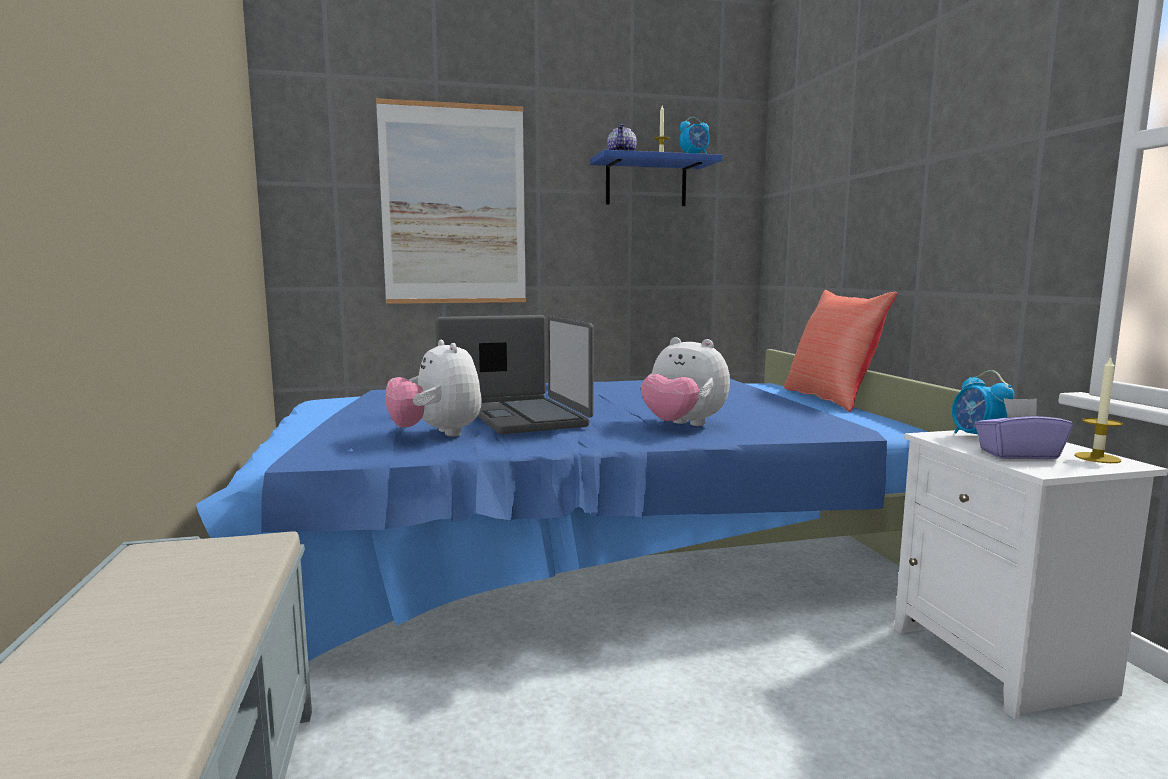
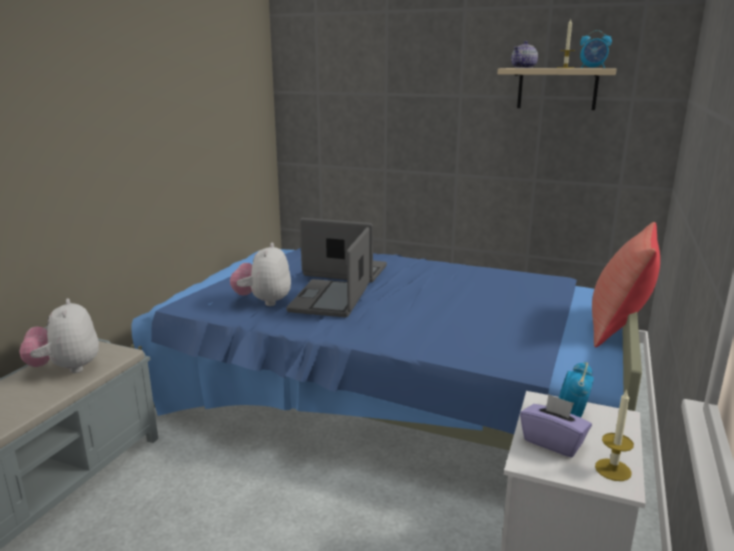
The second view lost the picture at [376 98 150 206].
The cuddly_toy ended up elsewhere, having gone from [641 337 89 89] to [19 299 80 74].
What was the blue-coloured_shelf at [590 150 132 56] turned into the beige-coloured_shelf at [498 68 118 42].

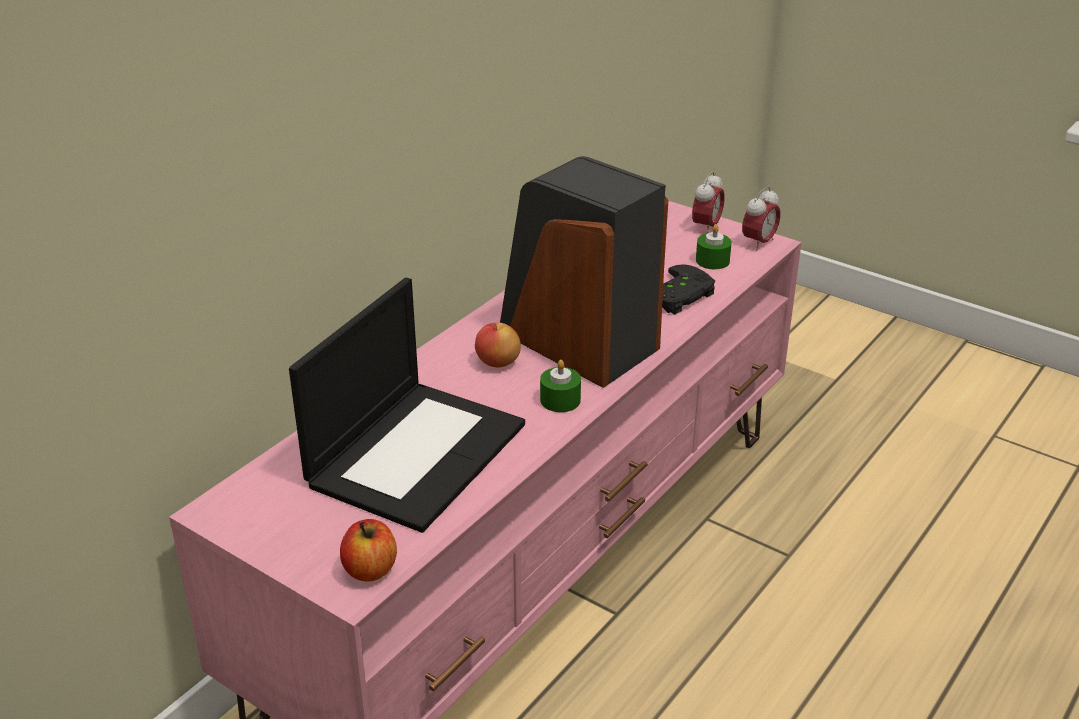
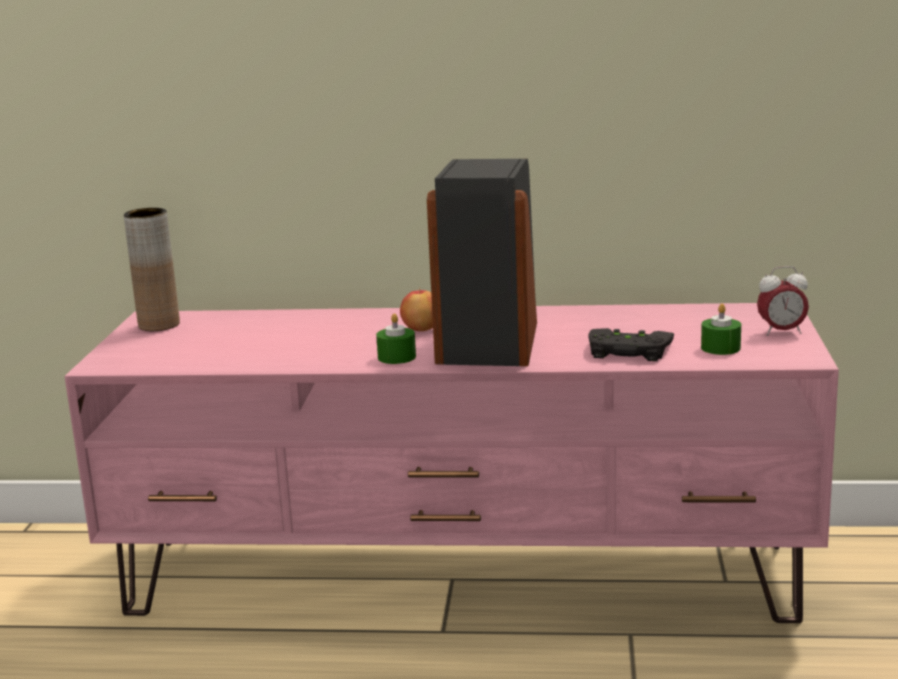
The second view lost the laptop at [289 277 236 256].
The second view lost the whole_apple at [340 519 57 62].
The second view lost the table_clock at [742 186 38 65].
The second view gained the brown_flower_vase at [124 208 56 123].

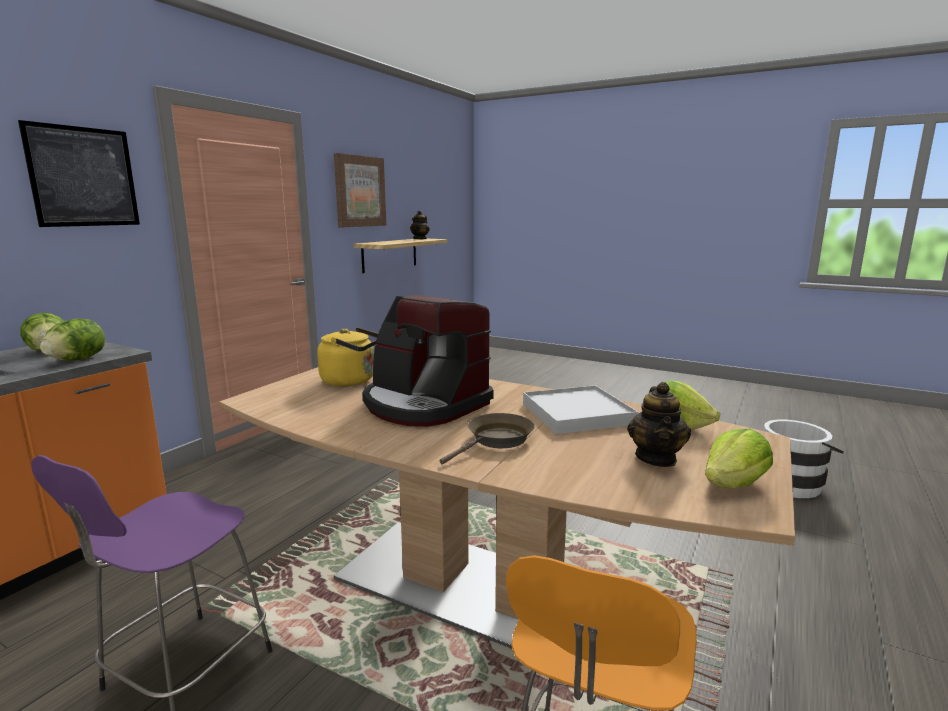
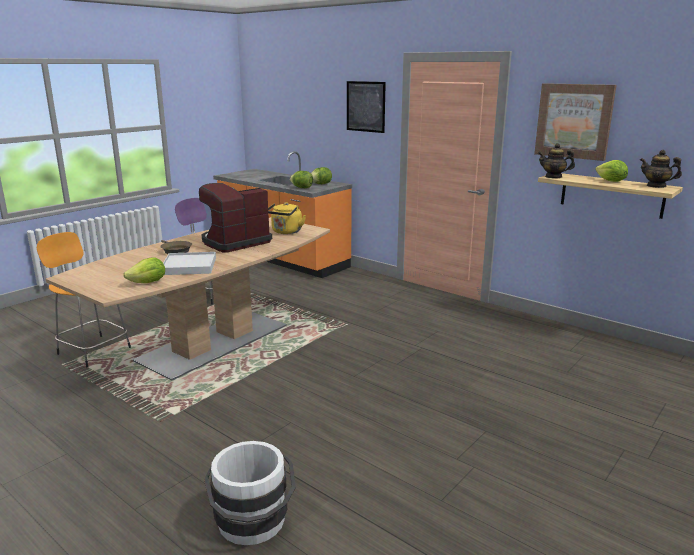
The tea_pot ended up elsewhere, having gone from [627 382 64 85] to [538 143 37 36].
The lettuce ended up elsewhere, having gone from [705 428 68 61] to [595 160 33 22].

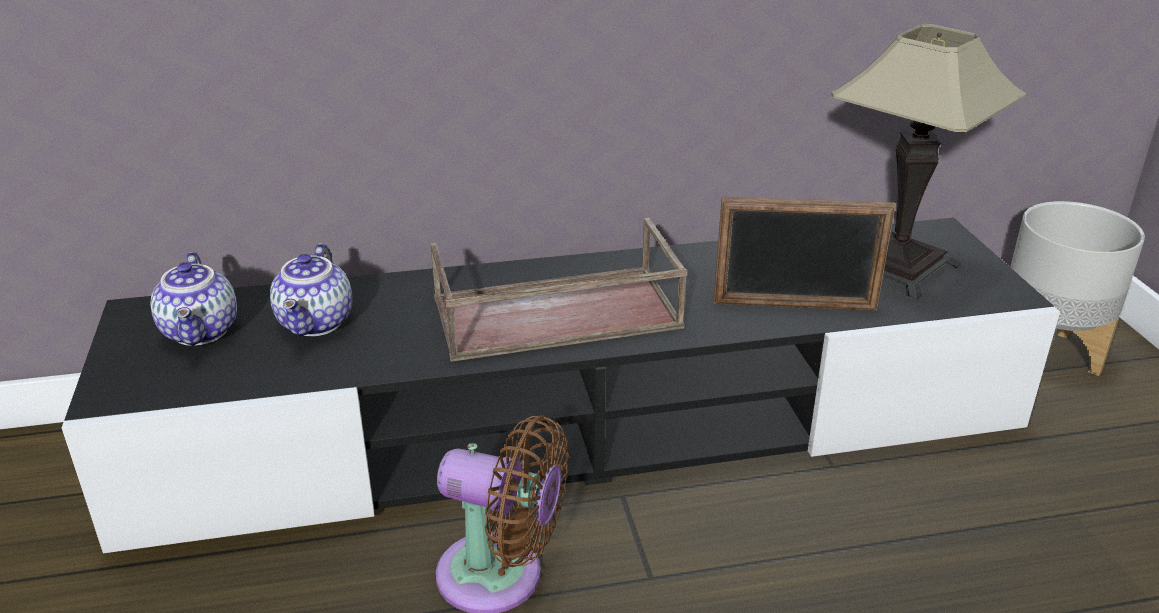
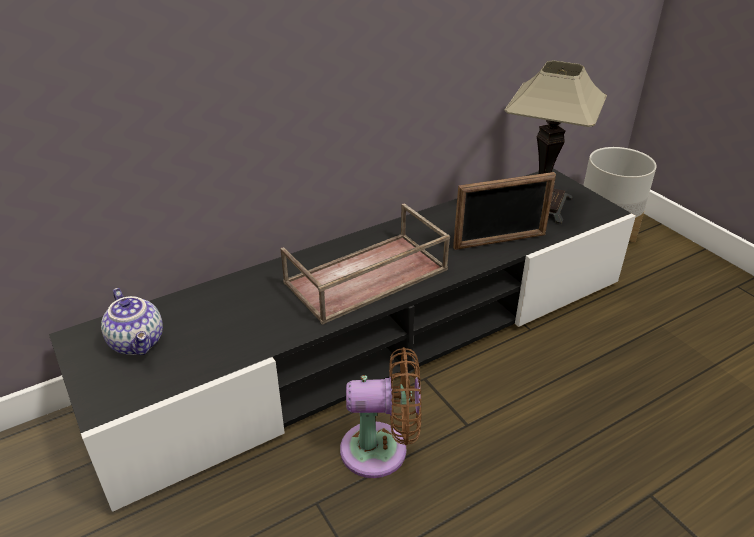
The second view lost the tea_pot at [270 243 82 94].

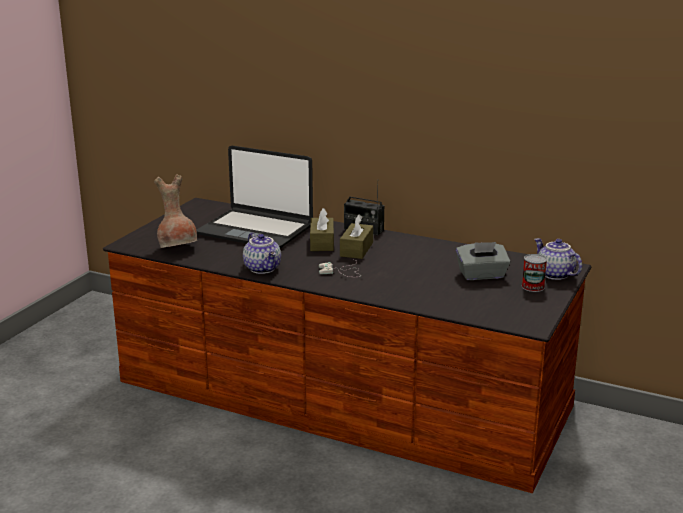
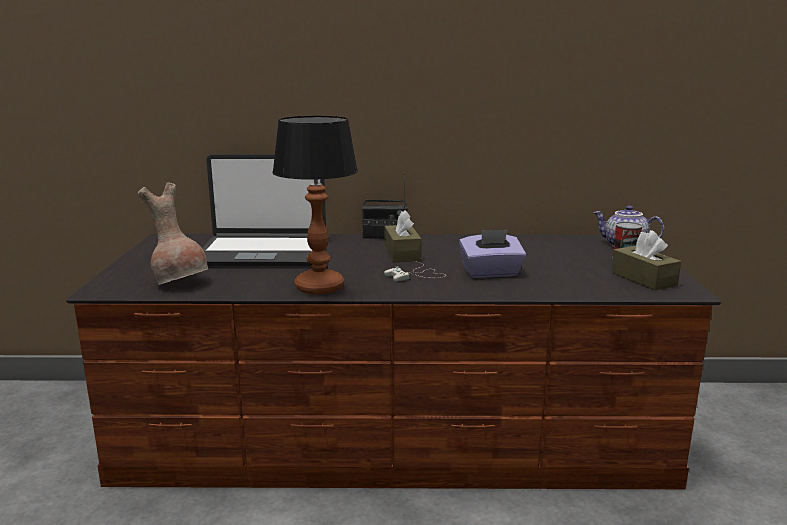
The second view lost the greyish_tissue_holder at [456 242 54 38].
The second view gained the purple_tissue_holder at [459 230 67 48].
The brown_tissue_holder ended up elsewhere, having gone from [310 208 24 43] to [611 230 70 61].
Where the tea_pot stood at [243 232 38 42], the lamp_for_a_table came to stand at [272 116 86 179].

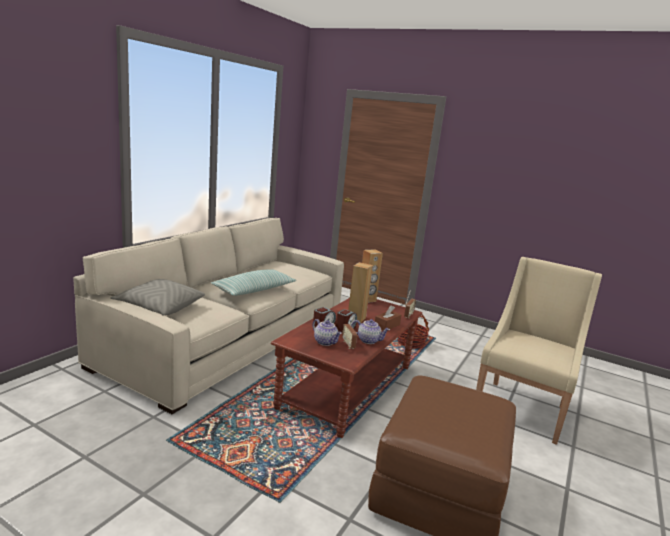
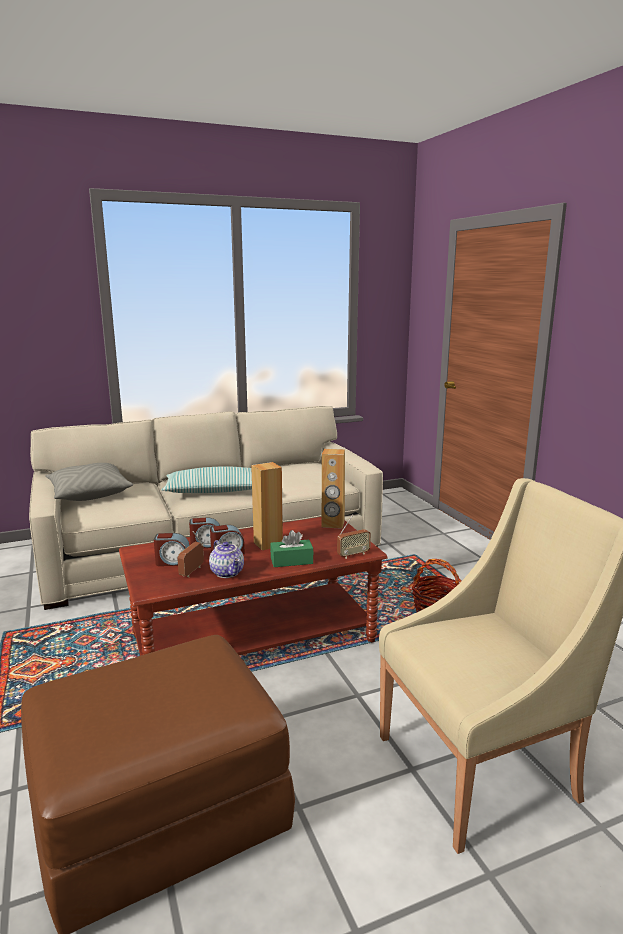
Where the tea_pot stood at [312 319 30 27], the table_clock came to stand at [154 533 36 33].
What was the brown_tissue_holder at [375 305 26 26] turned into the green_tissue_holder at [270 530 43 37].

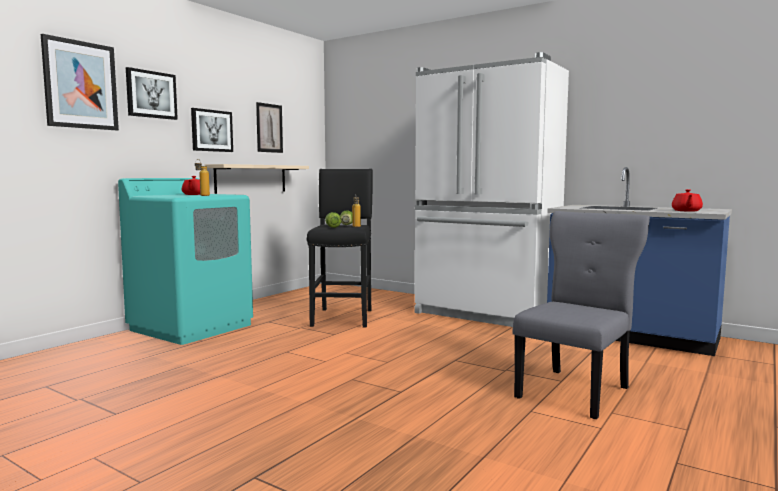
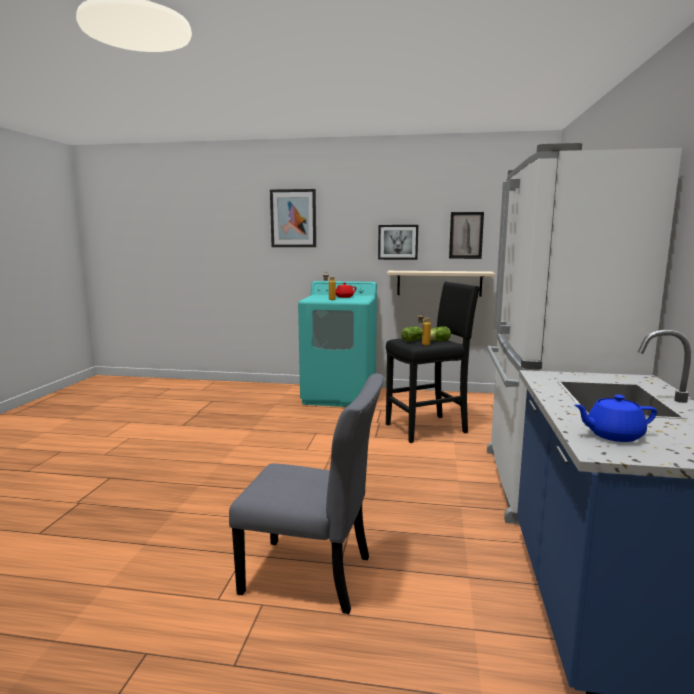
The second view lost the picture at [126 67 52 53].
What was the reddish_tea_pot at [672 189 31 22] turned into the blue-coloured_tea_pot at [574 395 83 47].

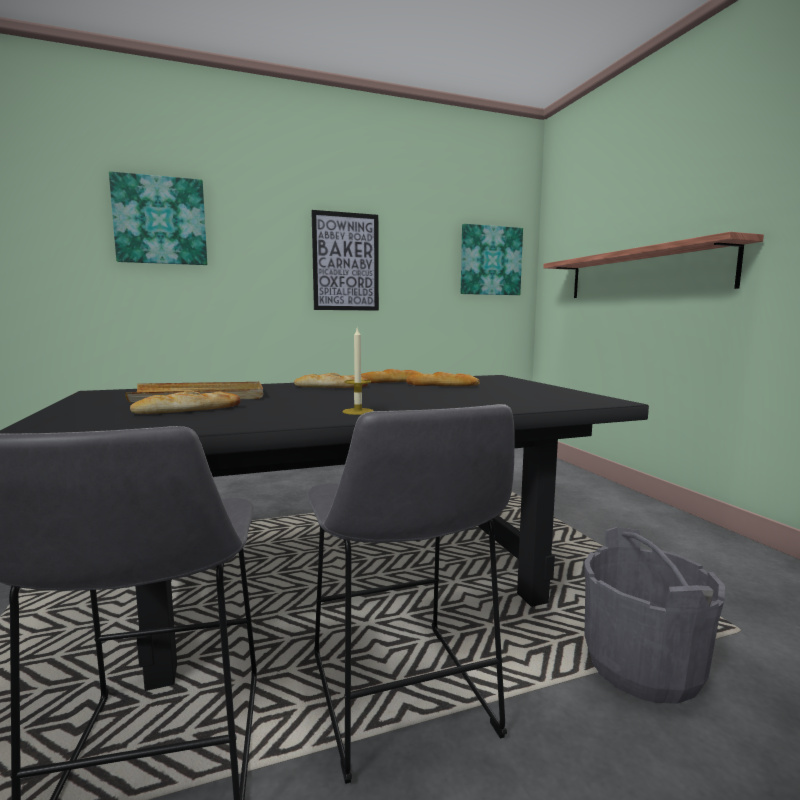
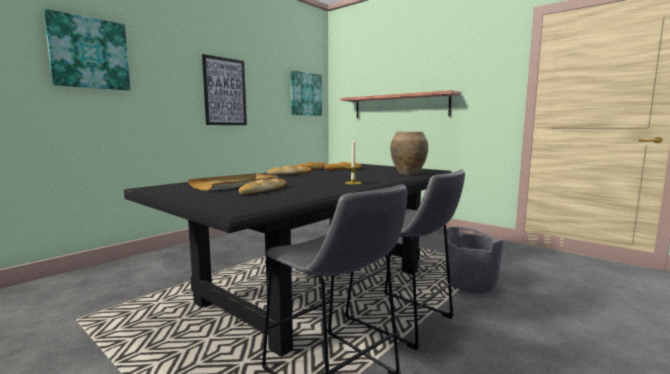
The second view gained the brown_flower_vase at [390 132 38 43].

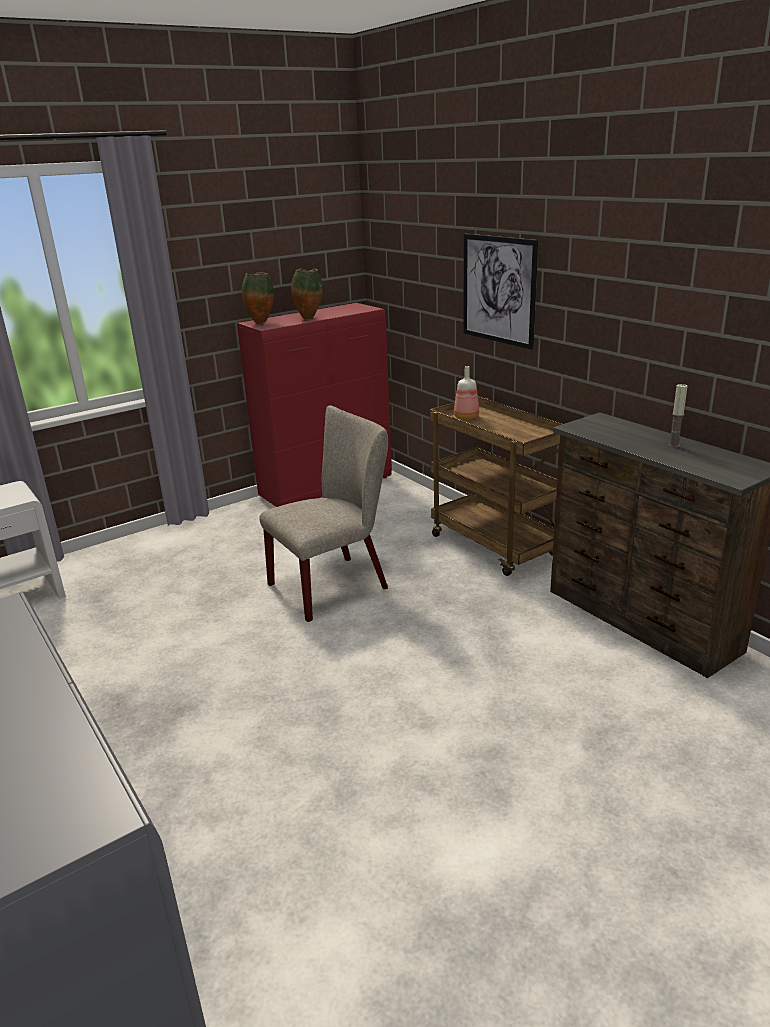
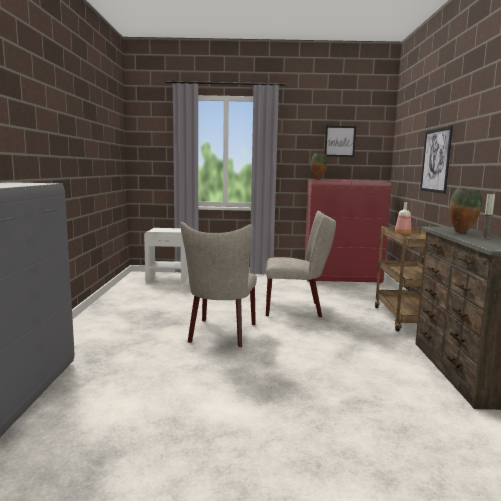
The second view gained the beige-coloured_chair at [181 222 76 125].
The second view gained the picture at [324 126 32 31].
The flower_vase ended up elsewhere, having gone from [291 268 32 51] to [449 187 33 46].

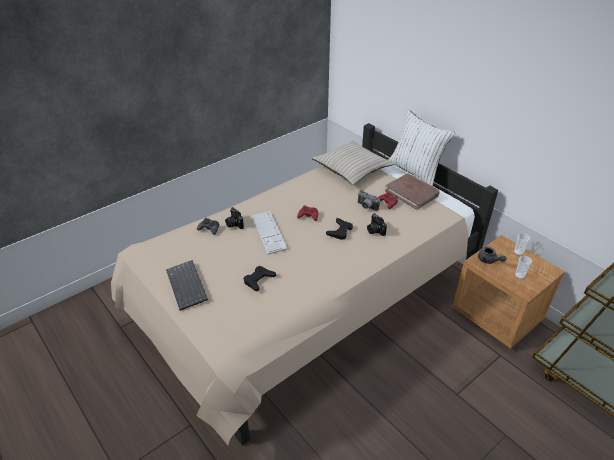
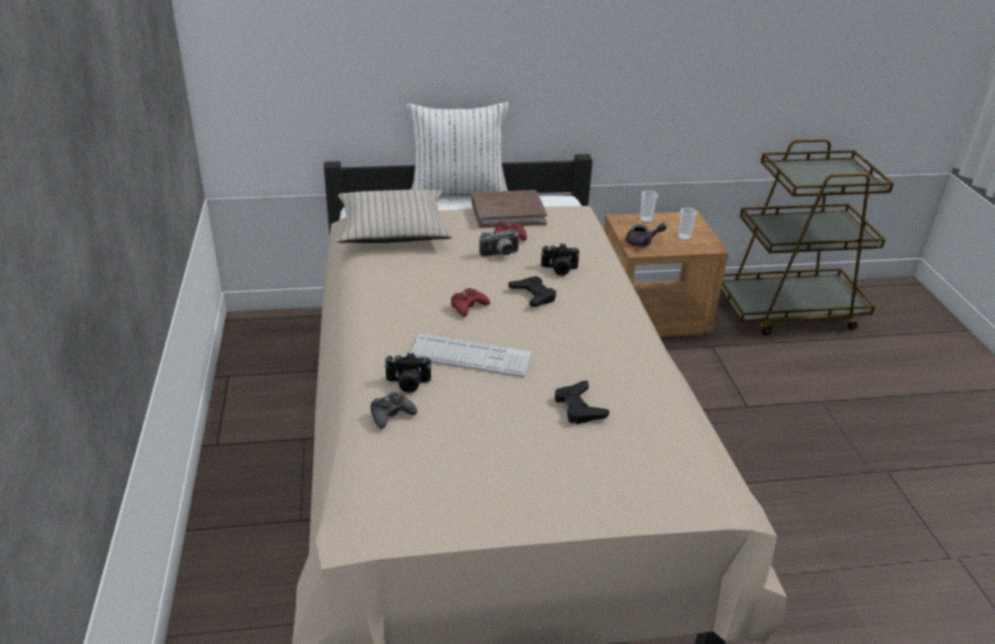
The second view lost the keyboard at [166 260 42 51].

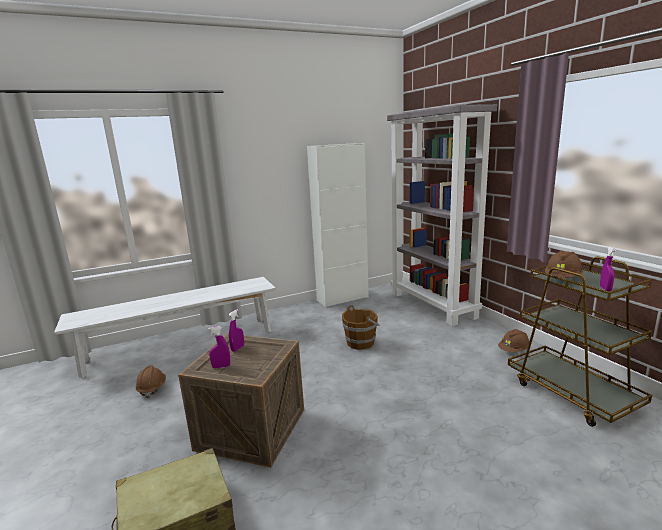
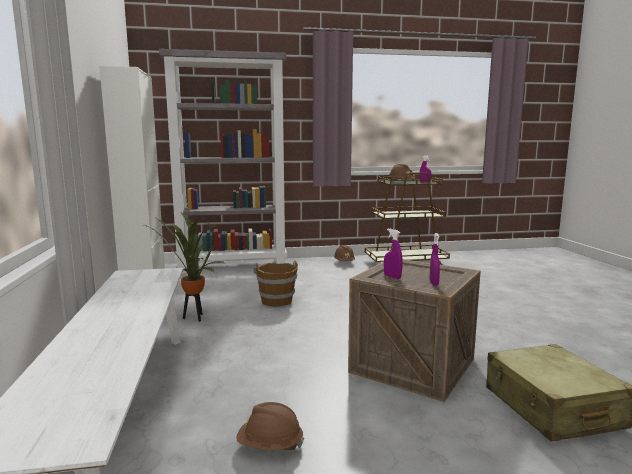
The second view gained the plant_in_a_pot at [144 212 83 110].

